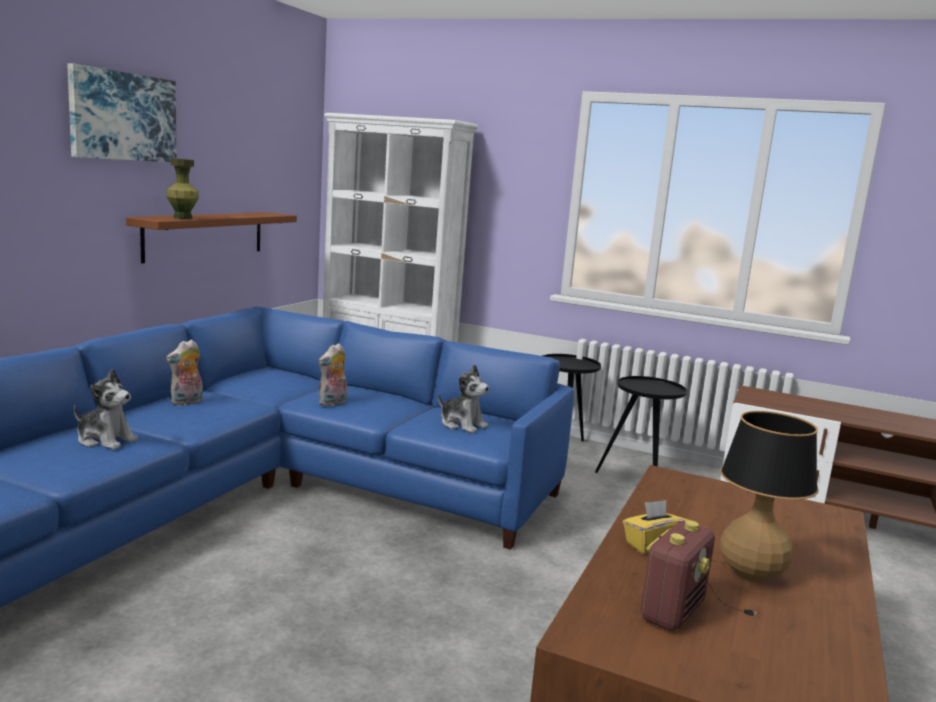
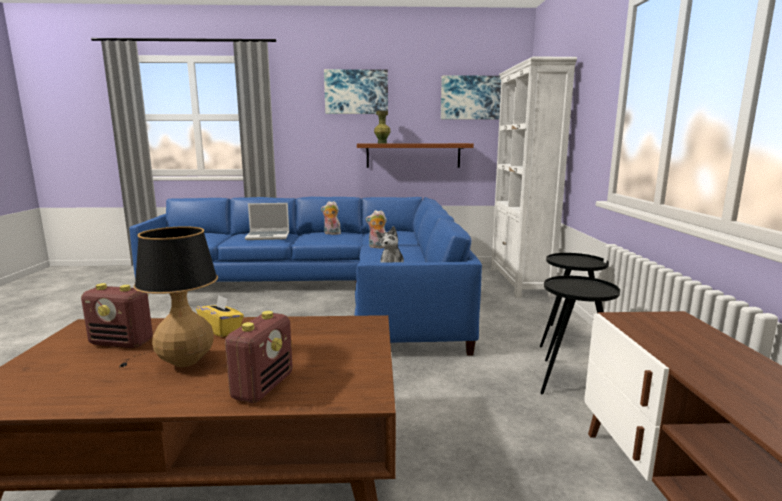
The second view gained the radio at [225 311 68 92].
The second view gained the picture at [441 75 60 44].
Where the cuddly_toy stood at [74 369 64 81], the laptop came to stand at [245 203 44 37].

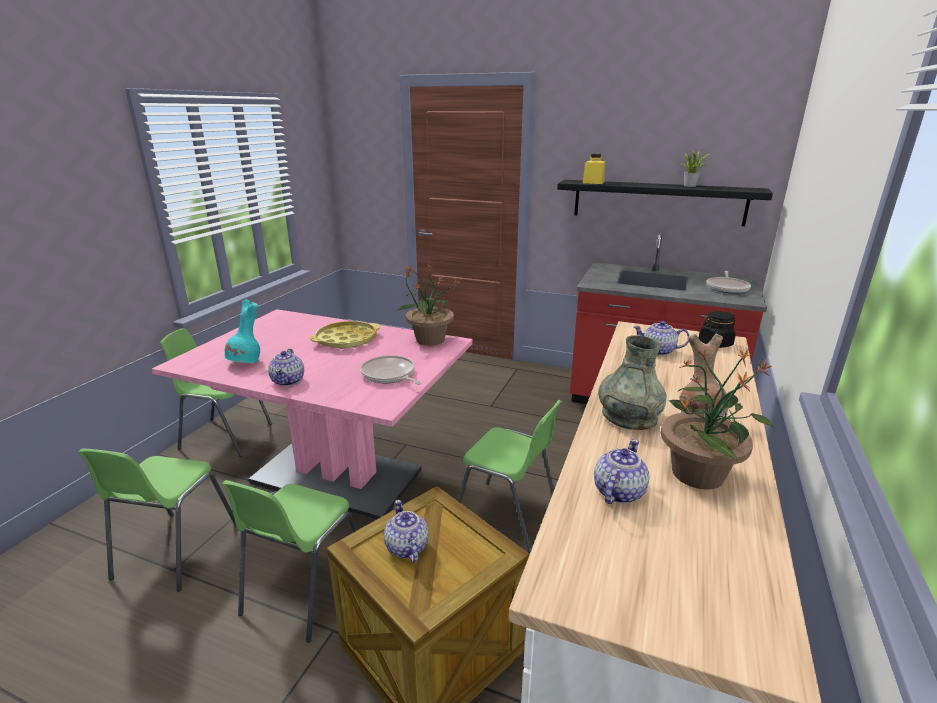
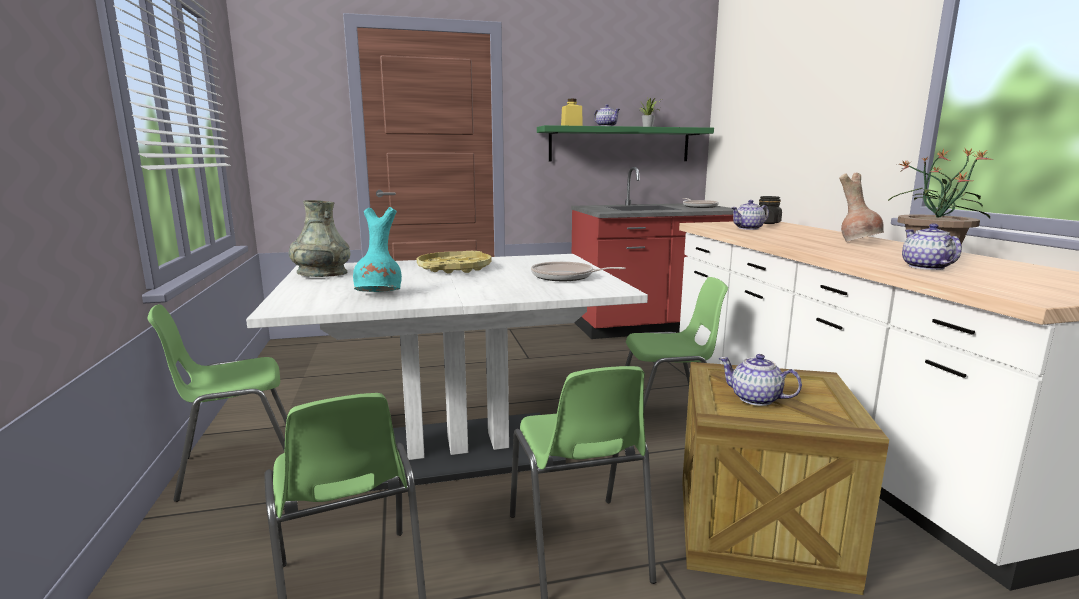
The second view lost the plant_in_a_pot at [396 265 63 81].
The tea_pot ended up elsewhere, having gone from [268 348 36 38] to [594 104 26 22].
The greyish_flower_vase ended up elsewhere, having gone from [598 335 69 95] to [289 200 61 77].
What was the pink_kitchen_table at [152 309 321 211] turned into the white_kitchen_table at [246 254 402 238].
What was the black_shelf at [557 180 216 46] turned into the green_shelf at [537 125 177 36].

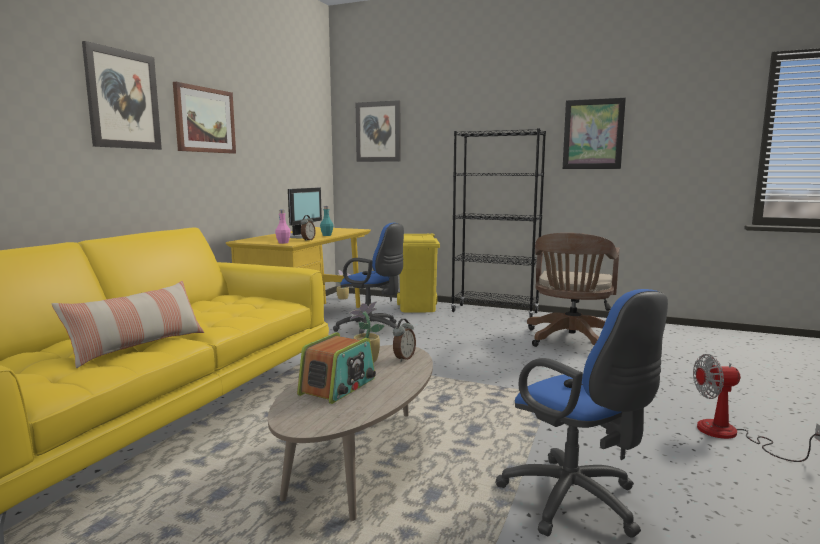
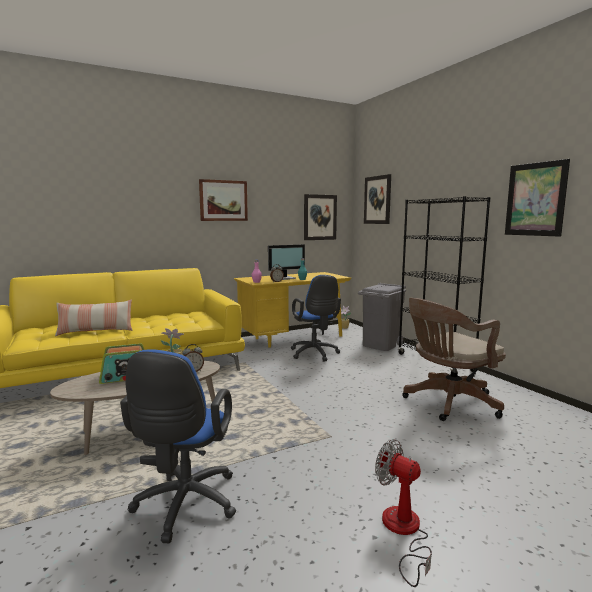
The picture ended up elsewhere, having gone from [82 41 80 109] to [304 194 33 46].
What was the yellow-coloured_waste_bin at [397 233 43 79] turned into the greyish_waste_bin at [358 283 48 68].

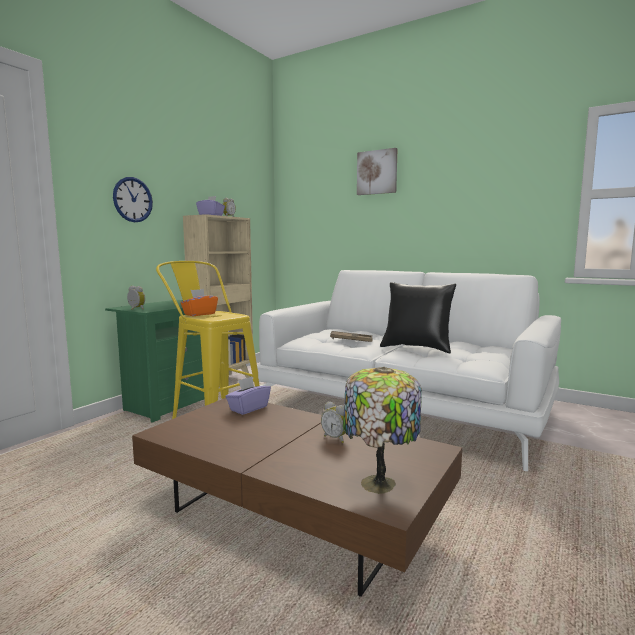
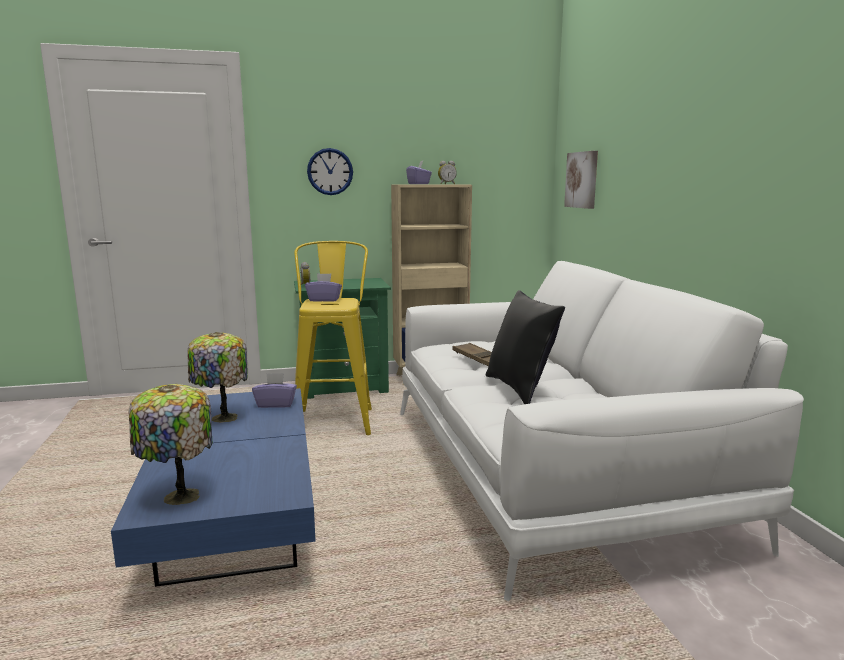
The second view lost the table_clock at [321 402 25 41].
The second view gained the lamp_for_a_table at [187 332 60 91].
The picture ended up elsewhere, having gone from [357 148 41 47] to [564 151 34 58].
What was the brown_lounge_table at [132 398 330 199] turned into the blue-coloured_lounge_table at [111 388 204 199].
What was the orangey_tissue_holder at [180 289 38 27] turned into the purple_tissue_holder at [305 273 37 29].

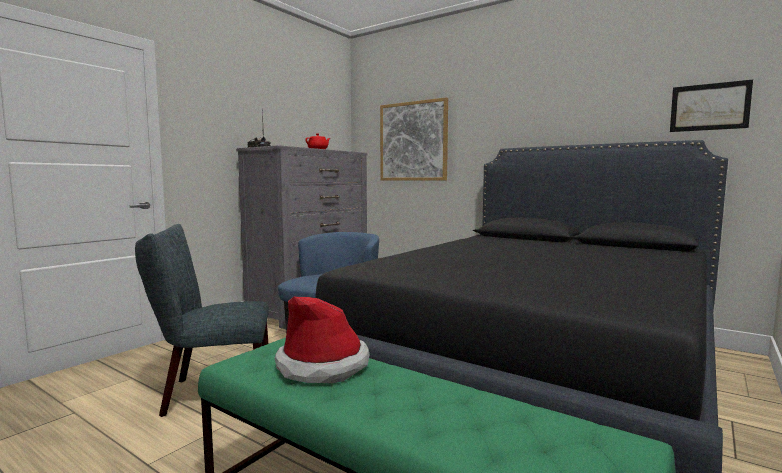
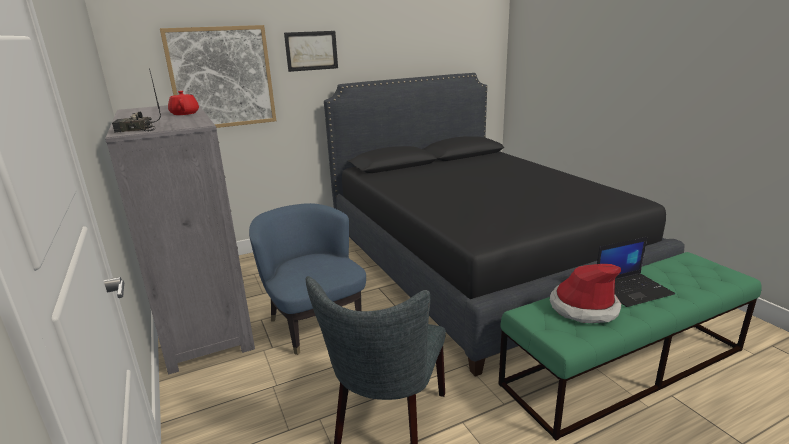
The second view gained the laptop at [597 237 78 70].
The picture ended up elsewhere, having gone from [670 79 83 53] to [284 31 54 41].

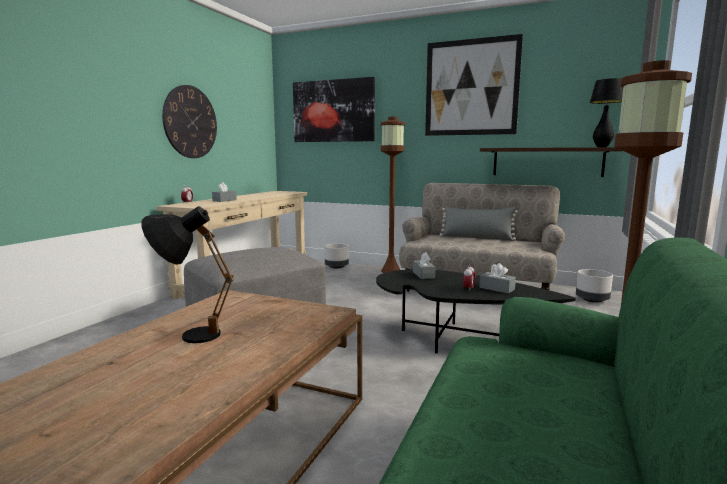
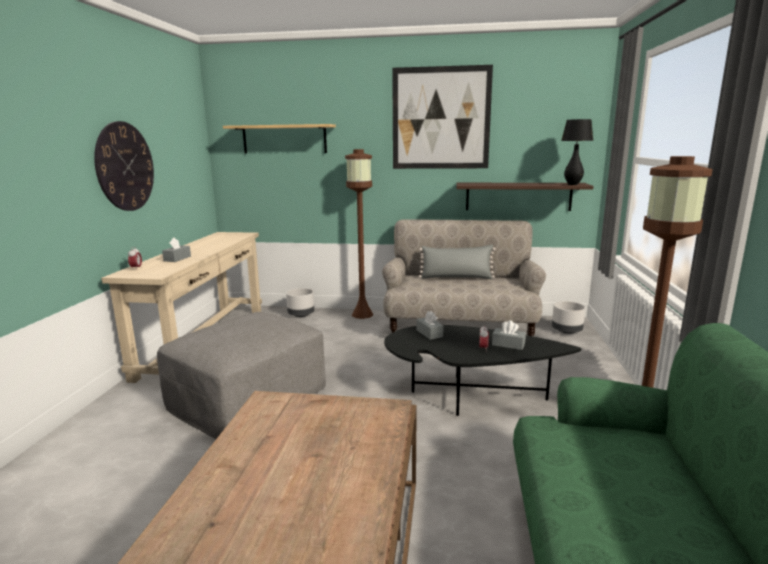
The second view lost the black_lamp_for_a_table at [141 206 93 137].
Where the picture hung at [293 77 82 65], the shelf came to hang at [223 124 113 30].

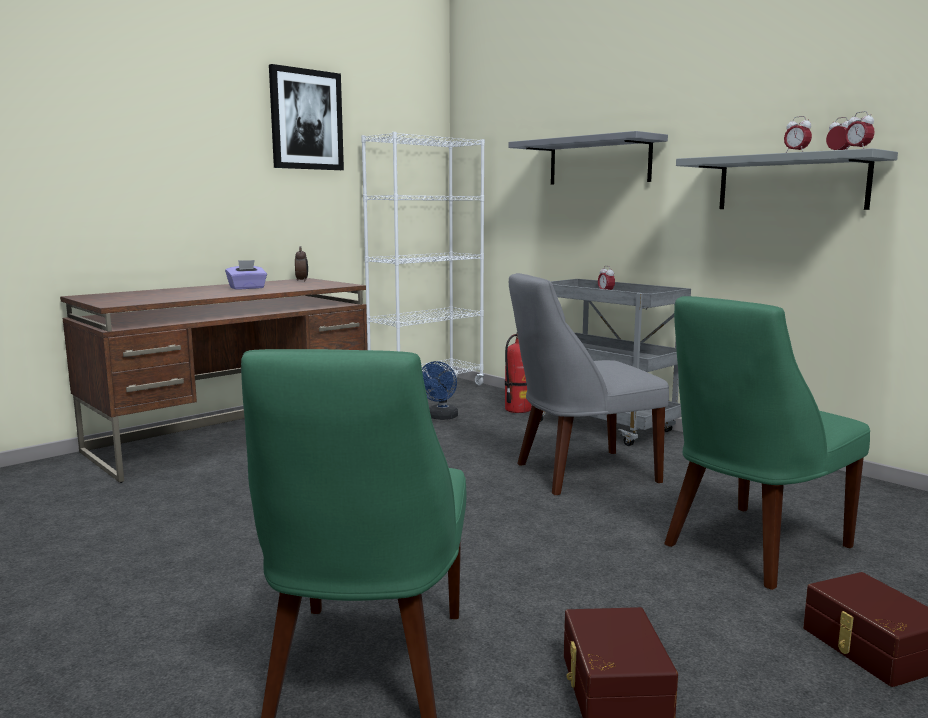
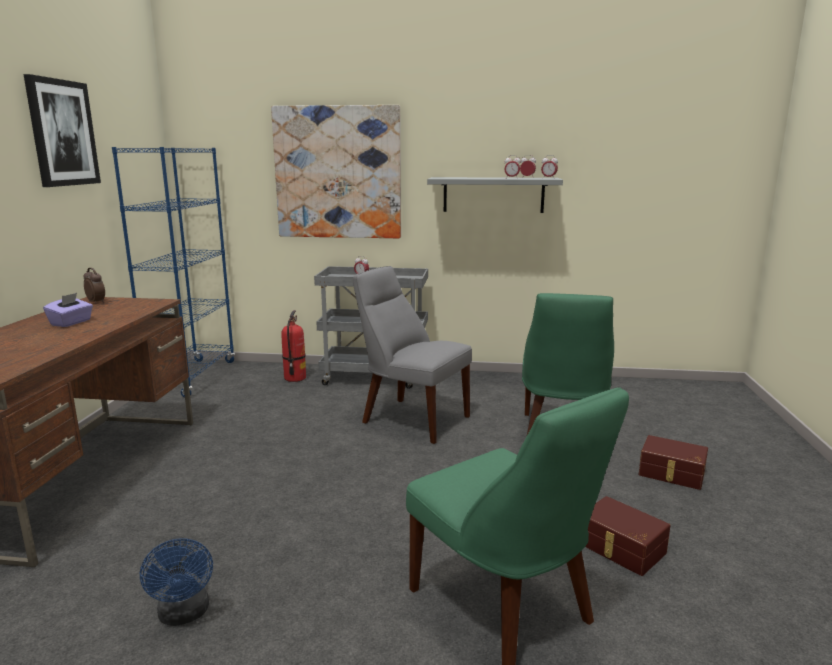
The blue-coloured_electric_fan ended up elsewhere, having gone from [422 361 36 59] to [140 536 73 90].
Where the greyish_shelf hung at [509 131 159 54], the picture came to hang at [271 105 130 134].
What was the white_bookcase at [361 132 124 253] turned into the blue-coloured_bookcase at [112 147 123 250].
The greyish_chair at [509 273 160 222] ended up facing another way, 90 degrees clockwise from before.

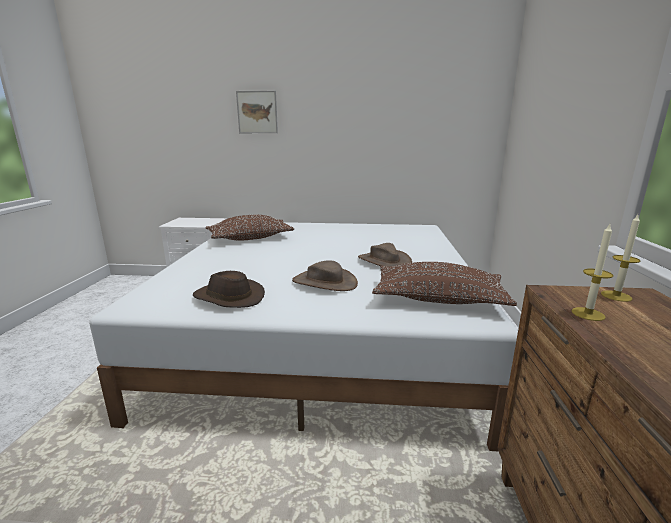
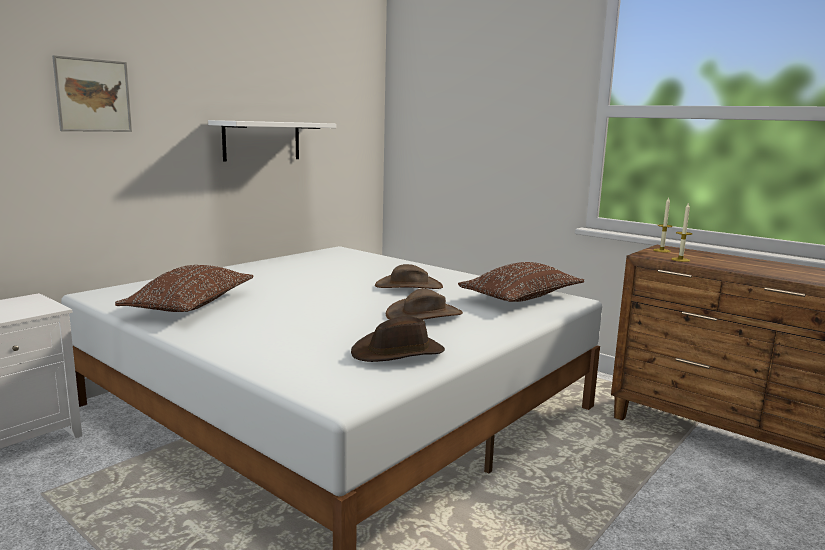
The second view gained the white_shelf at [208 120 128 42].

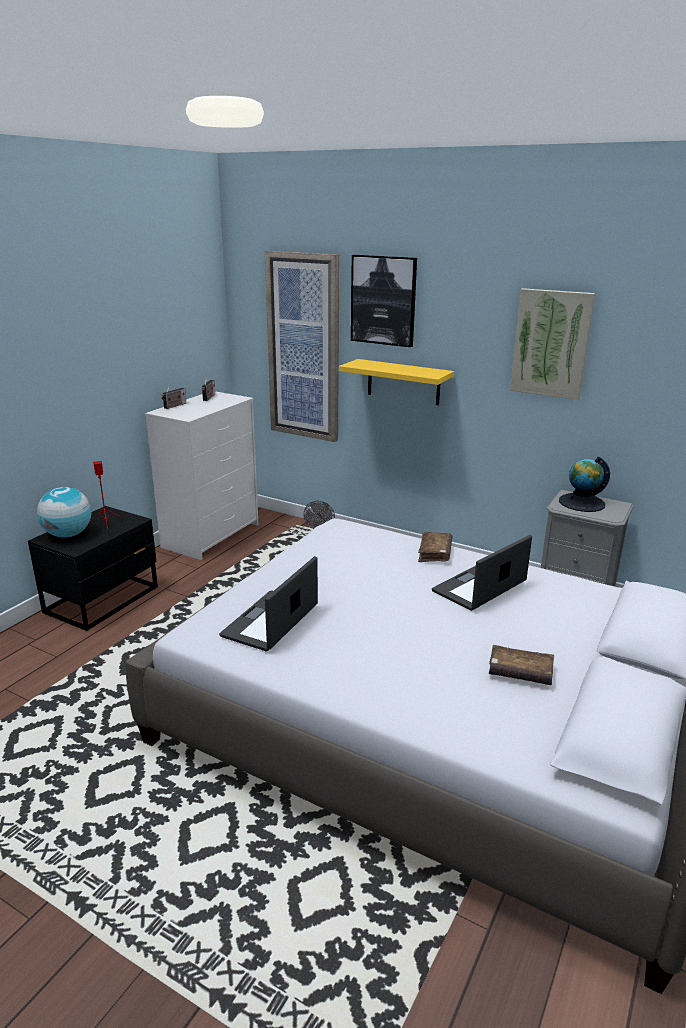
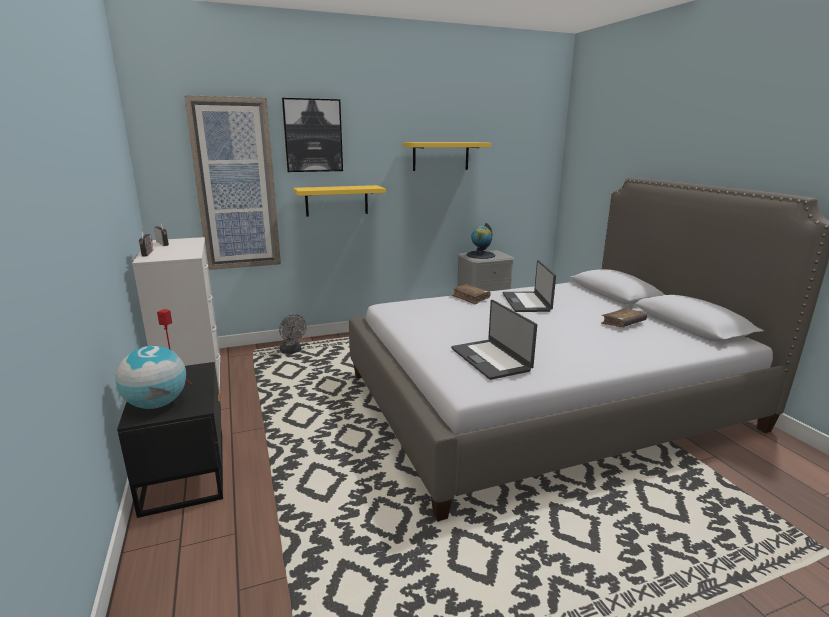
Where the picture hung at [510 288 85 112], the yellow-coloured_shelf came to hang at [403 142 88 29].

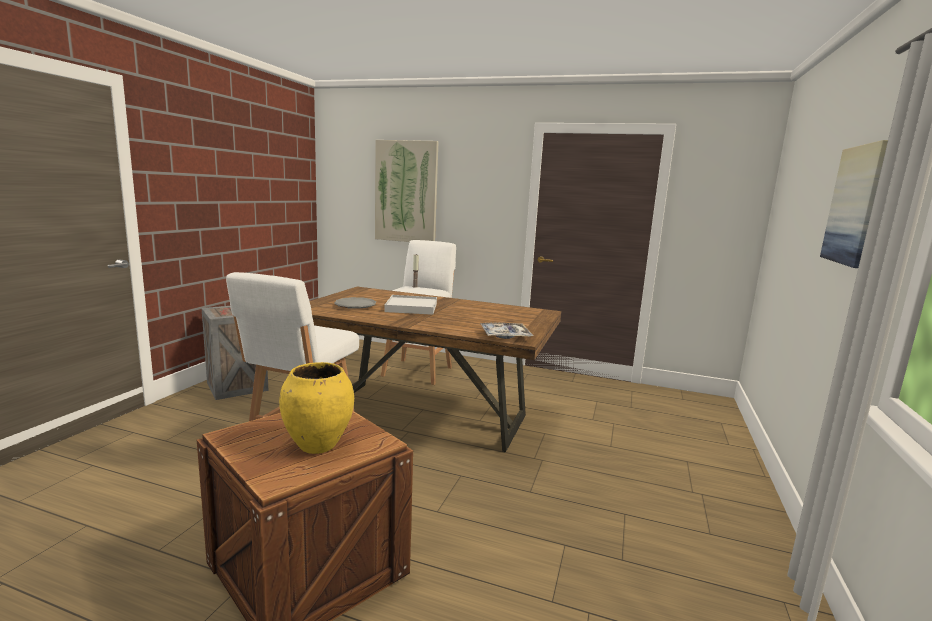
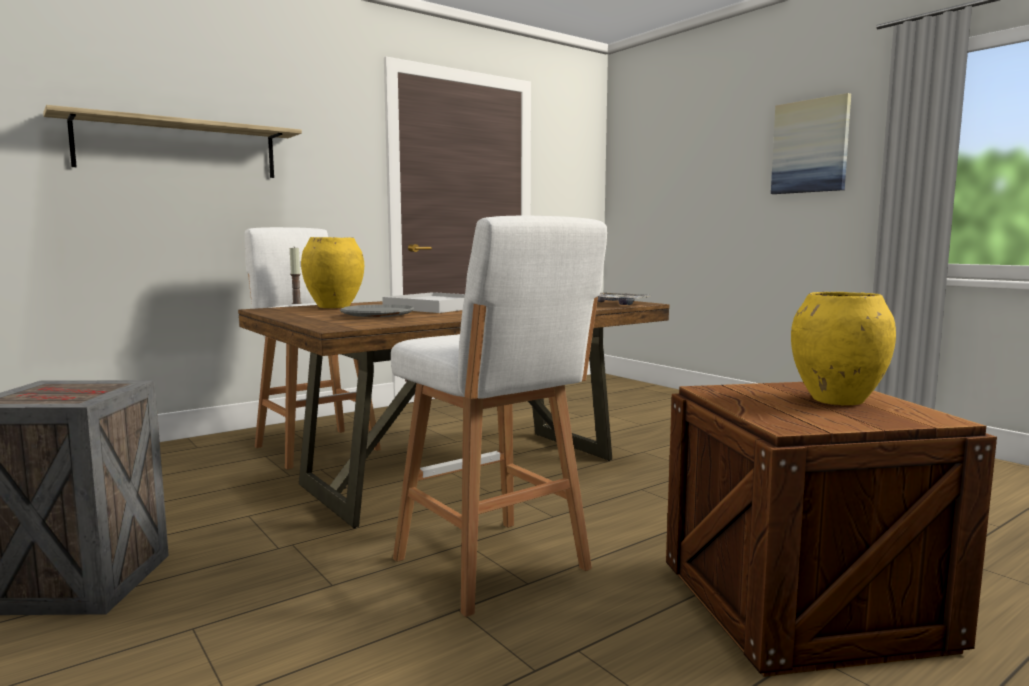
The second view gained the yellow-coloured_flower_vase at [301 237 63 71].
Where the picture hung at [375 140 64 102], the shelf came to hang at [43 105 259 73].

